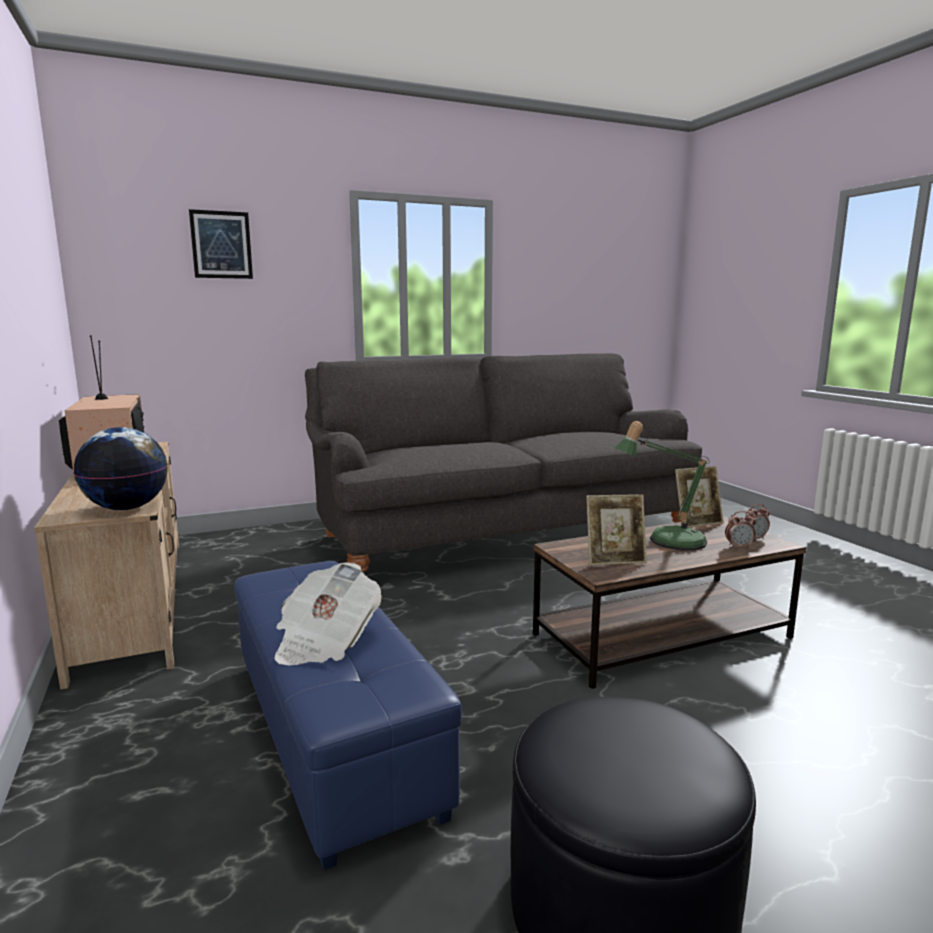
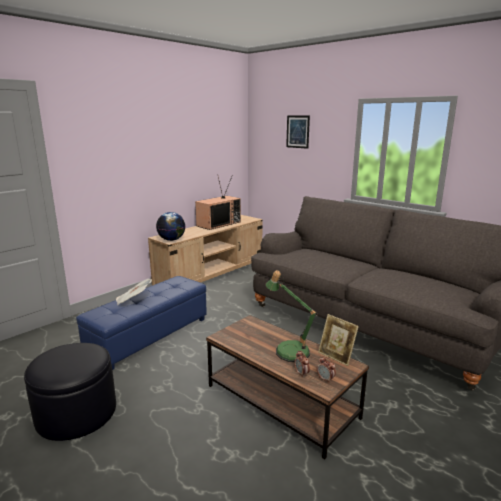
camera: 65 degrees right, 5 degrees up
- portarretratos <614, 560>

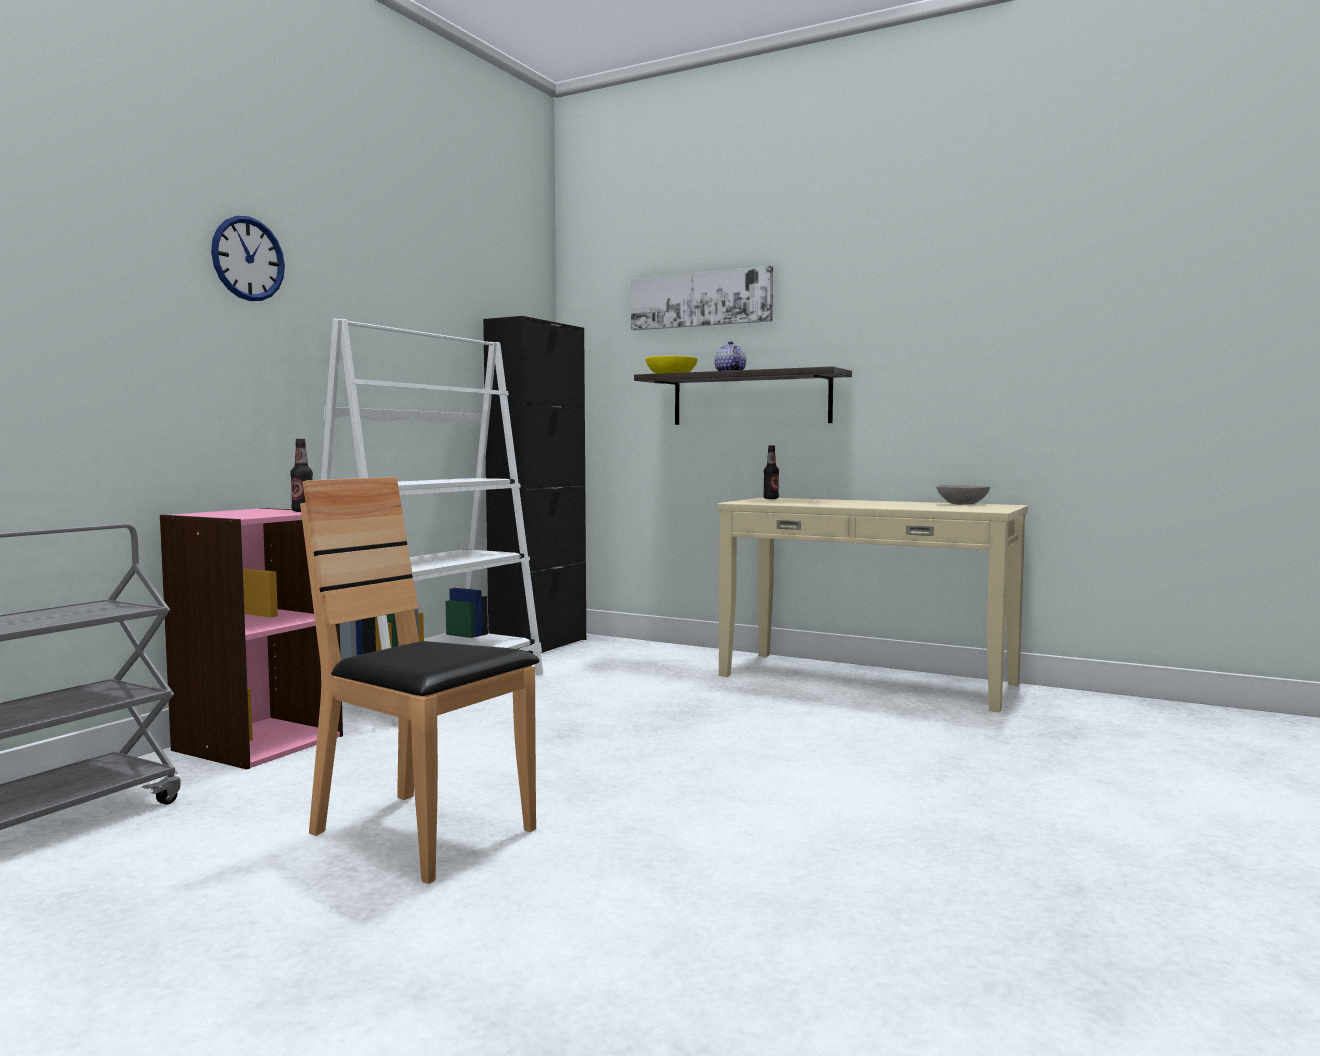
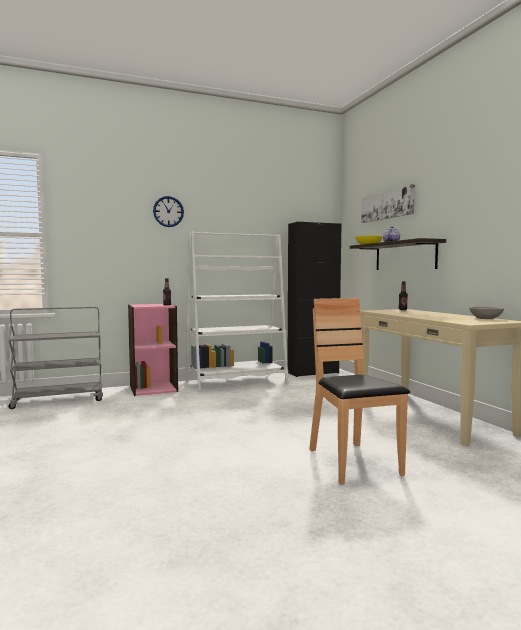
camera: 40 degrees right, 0 degrees up
~ silla/marrón <422, 834> to <352, 462>

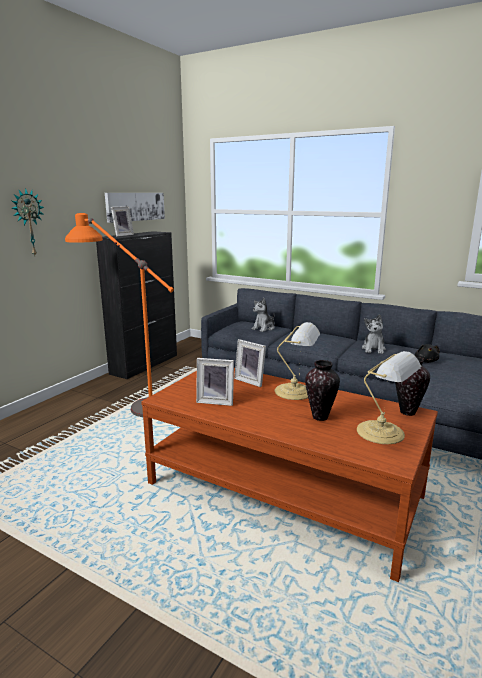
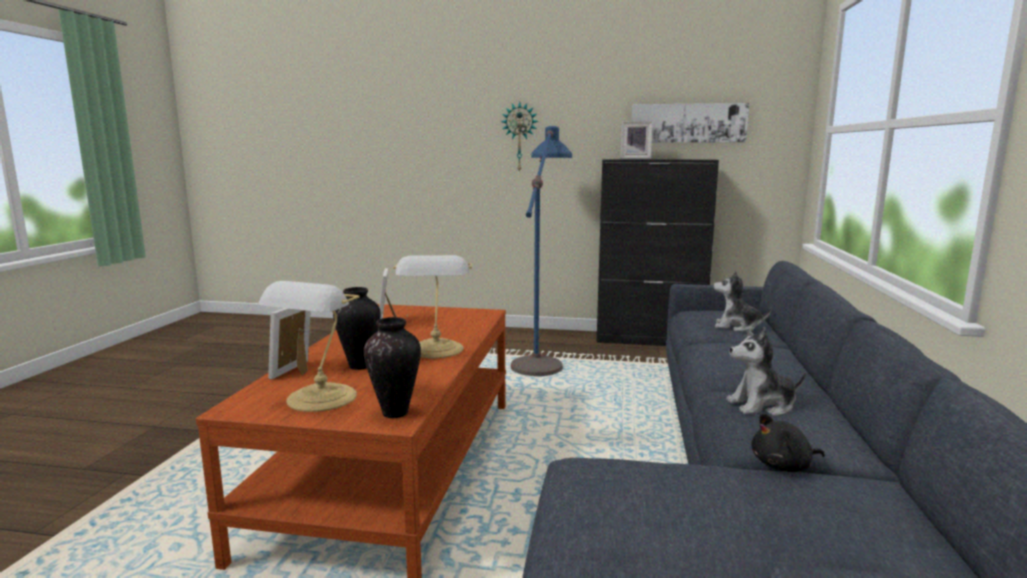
camera: 70 degrees right, 5 degrees down
~ lámpara de pie/naranja <130, 401> to lámpara de pie/azul <542, 355>
~ portarretratos <251, 381> to <297, 371>

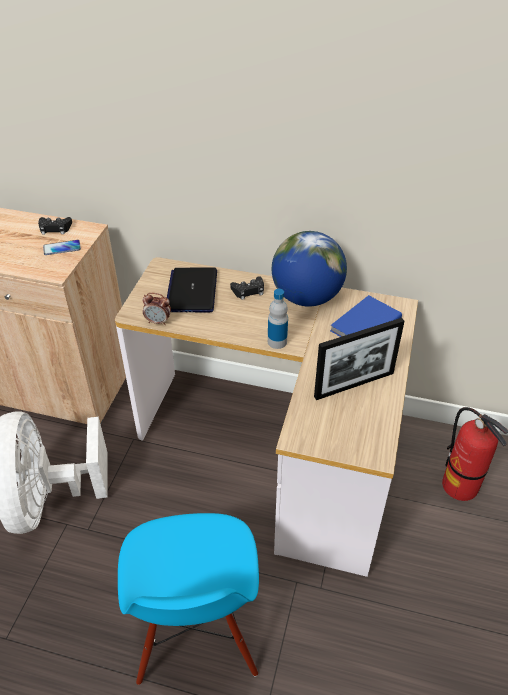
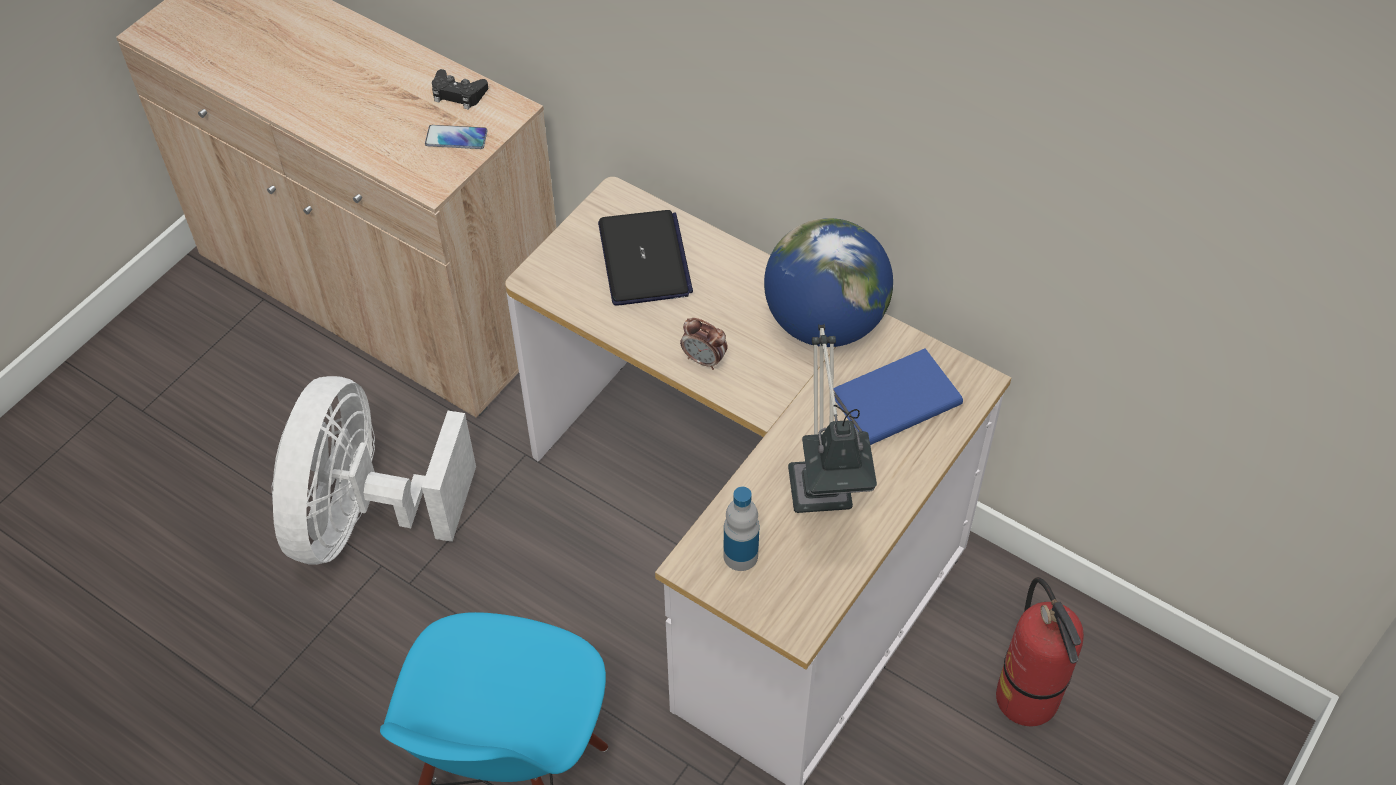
camera: 20 degrees right, 10 degrees up
~ despertador <158, 322> to <704, 360>
~ portátil <192, 291> = <644, 260> 150 degrees clockwise
- mando de consola/negro <248, 291>
~ botella <277, 342> to <740, 555>
~ portarretratos <354, 385> to lámpara de mesa <822, 503>

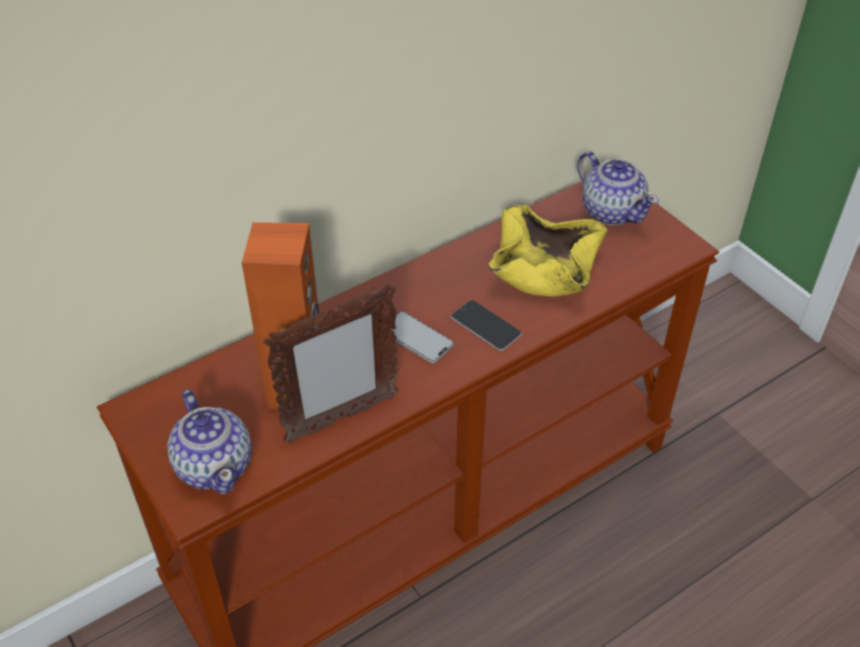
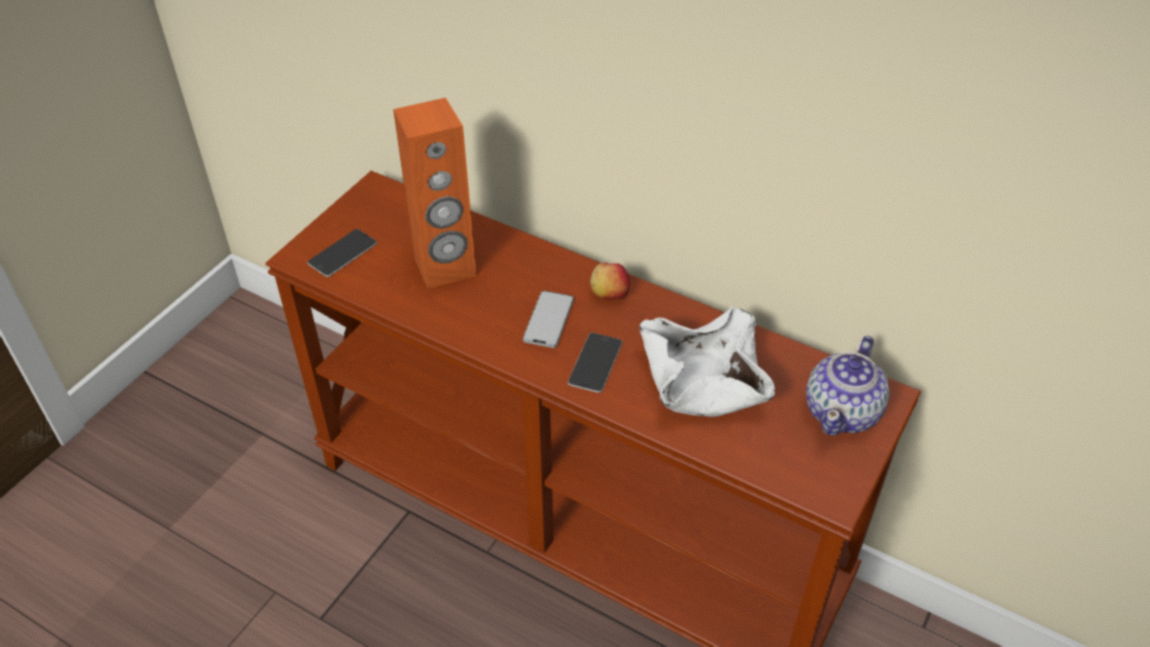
camera: 65 degrees right, 0 degrees up
~ tetera <215, 465> to móvil <342, 253>
- portarretratos <340, 419>
~ cuenco/amarillo <543, 269> to cuenco/blanco <705, 381>
+ manzana <609, 293>

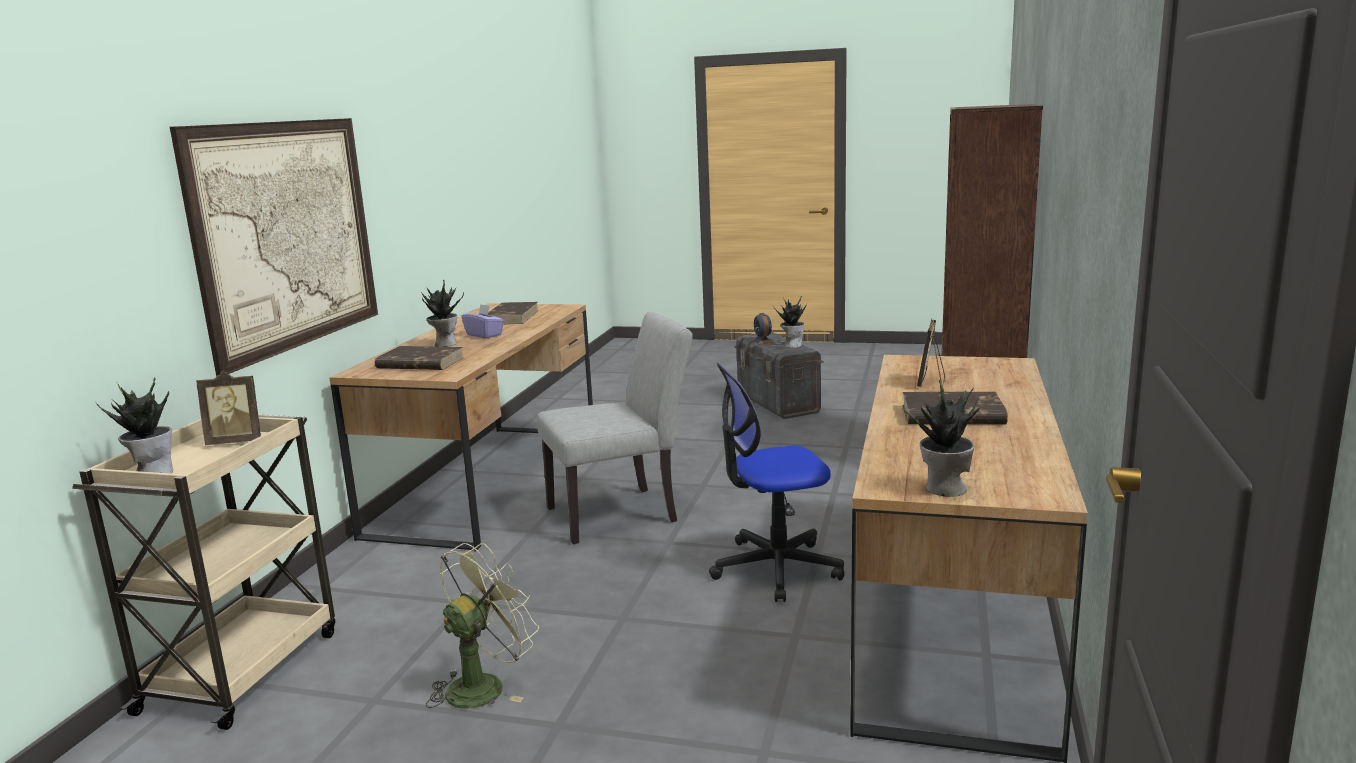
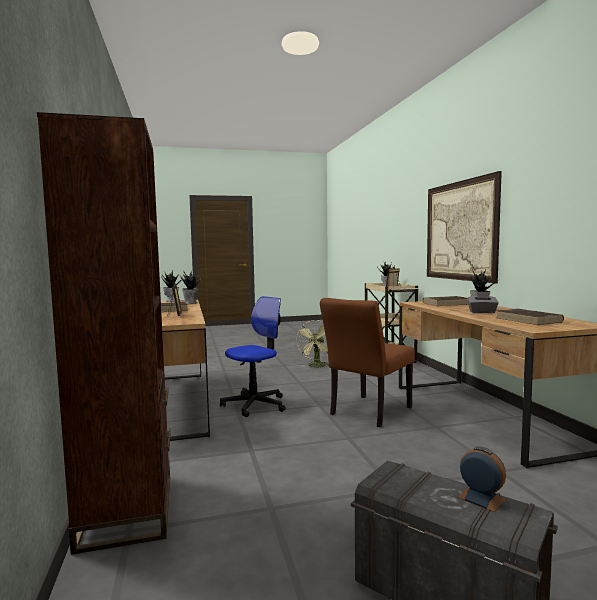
camera: 150 degrees right, 10 degrees down
~ caja de pañuelos/morado <484, 335> to caja de pañuelos/gris <482, 312>
~ silla/gris <622, 513> to silla/marrón <367, 412>
~ planta en maceta <792, 345> to <191, 303>

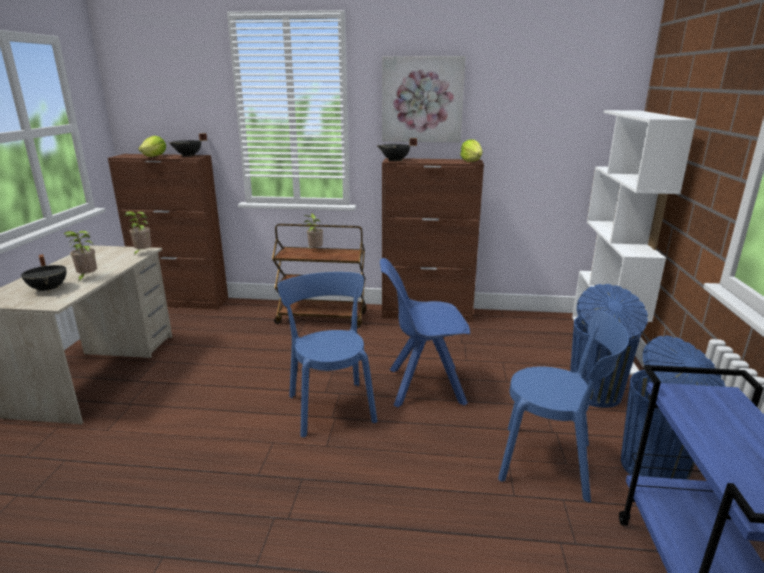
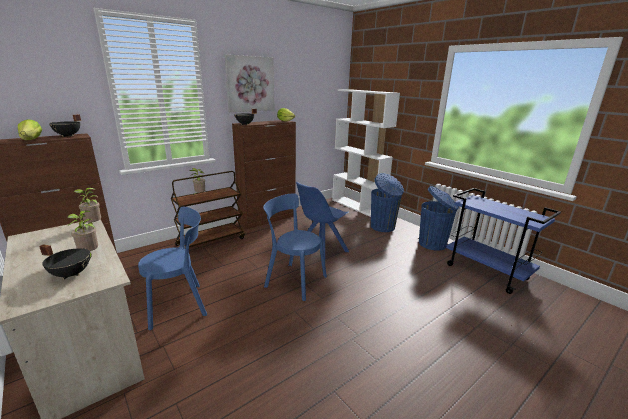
camera: 45 degrees left, 0 degrees up
~ silla/azul <551, 462> to <180, 305>

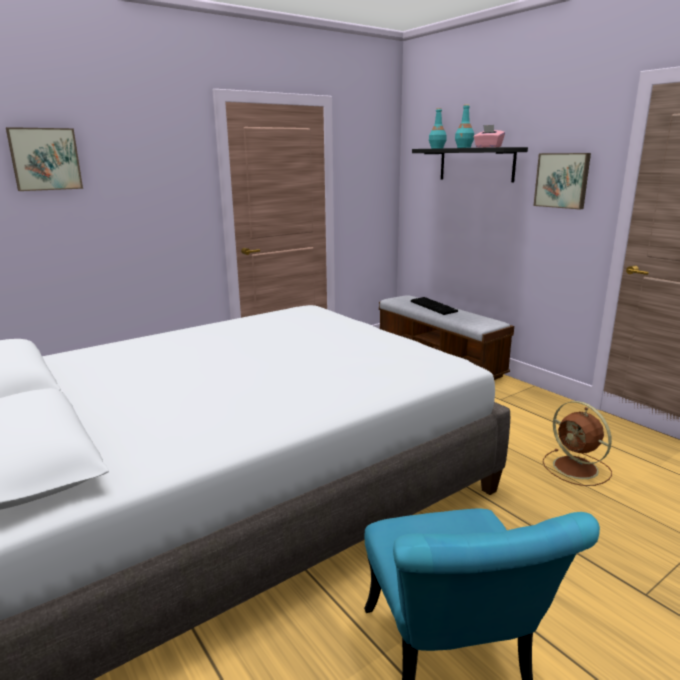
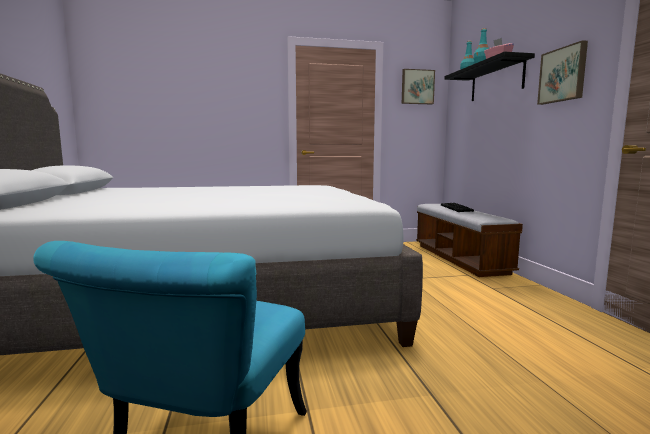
camera: 25 degrees right, 10 degrees down
~ cuadro <45, 159> to <417, 87>
- ventilador/marrón <577, 468>

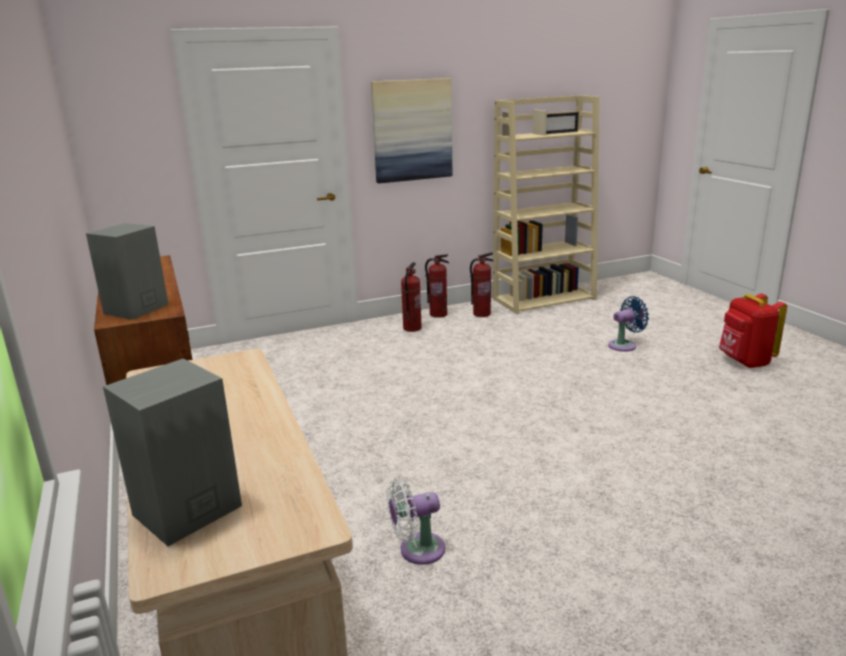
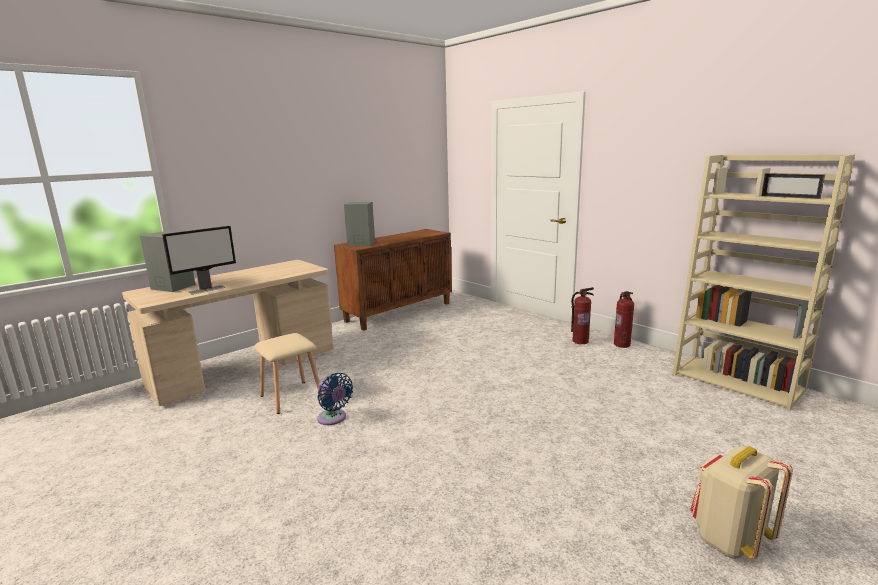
camera: 70 degrees right, 5 degrees down
- cuadro <412, 130>
~ ventilador/blanco <417, 550> to taburete/beis <291, 397>
- extintor <481, 314>
~ ventilador/azul <624, 345> to <333, 419>
~ mochila/rojo <745, 362> to mochila/beis <729, 540>
+ monitor <207, 289>

